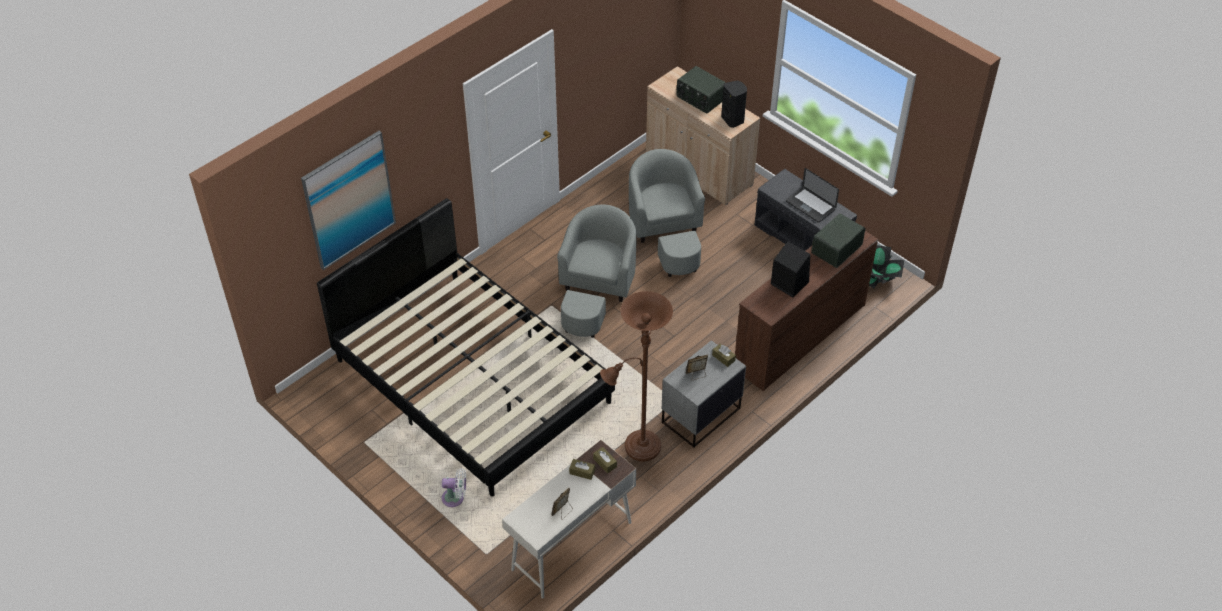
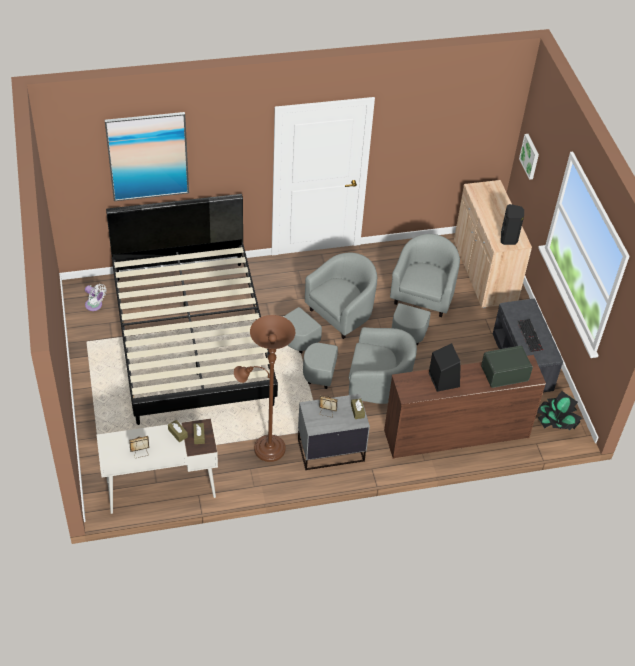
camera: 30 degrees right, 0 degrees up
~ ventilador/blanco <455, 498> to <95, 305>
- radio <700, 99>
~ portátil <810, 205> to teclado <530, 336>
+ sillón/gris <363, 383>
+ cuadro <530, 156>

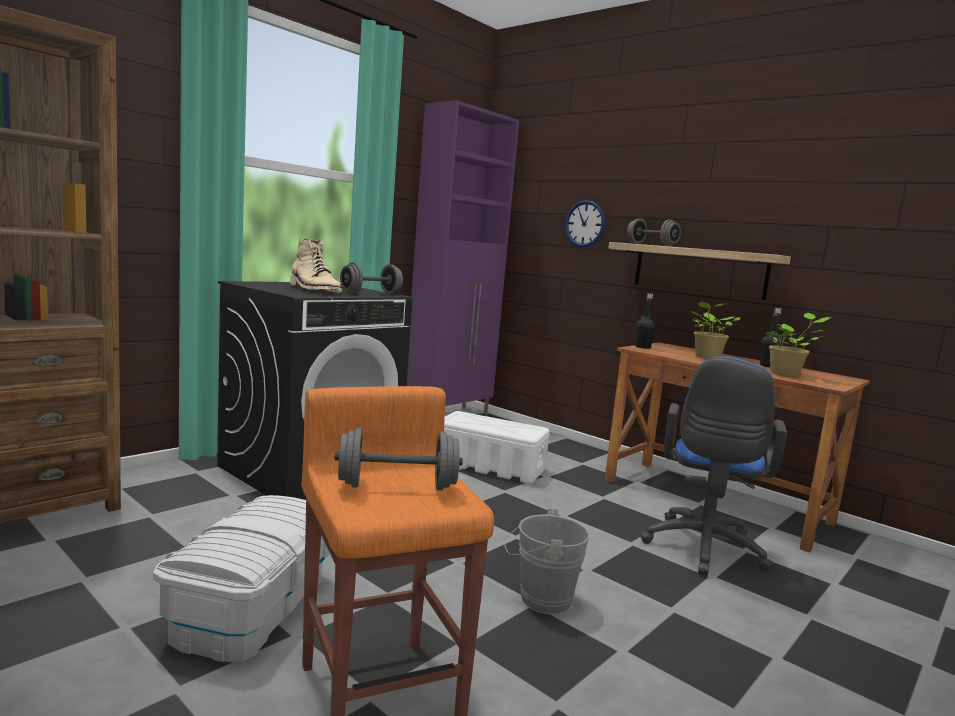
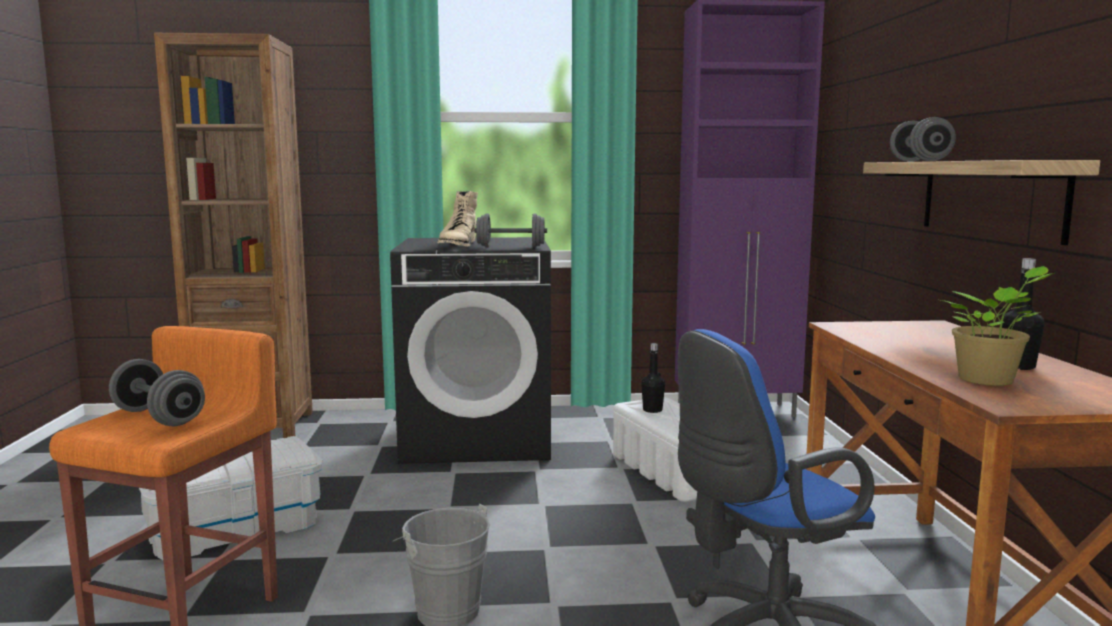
camera: 45 degrees right, 0 degrees up
- reloj de pared <585, 224>
~ botella/negro <642, 347> to <652, 410>
- planta en maceta <706, 357>

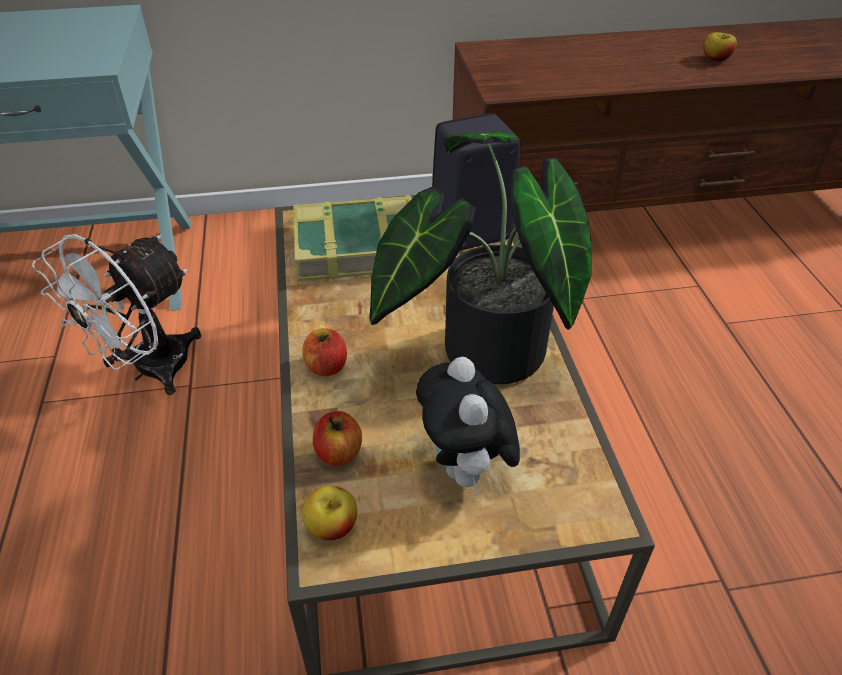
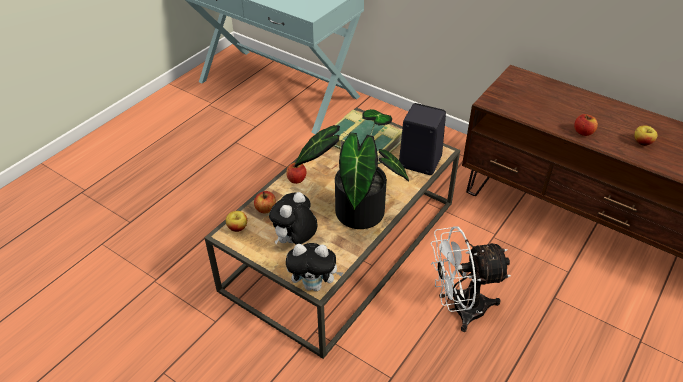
camera: 45 degrees right, 0 degrees up
~ ventilador/blanco <149, 371> to <460, 308>
+ peluche <314, 285>
+ manzana <583, 132>

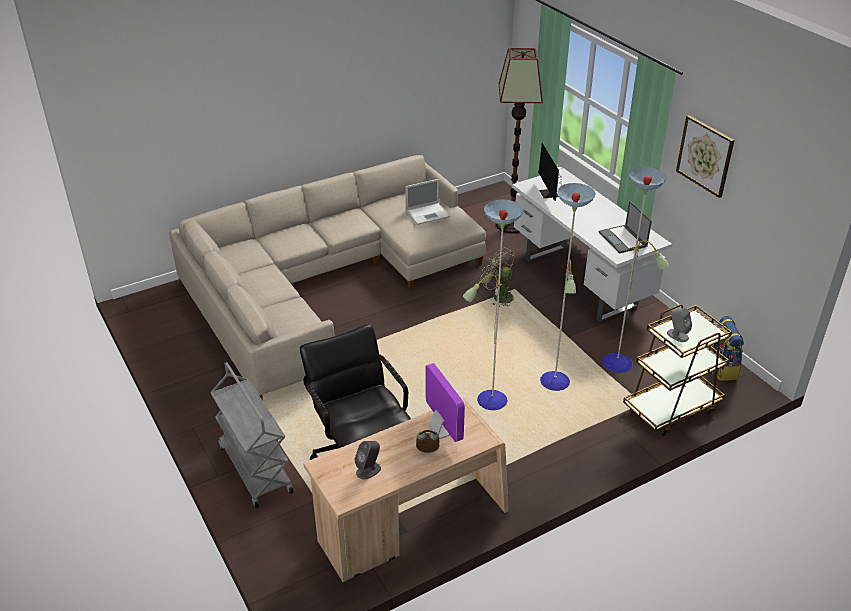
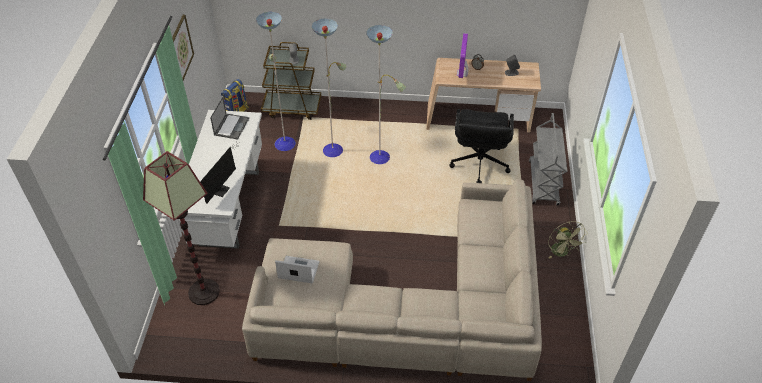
camera: 145 degrees left, 10 degrees up
~ ventilador/verde <499, 296> to <562, 253>

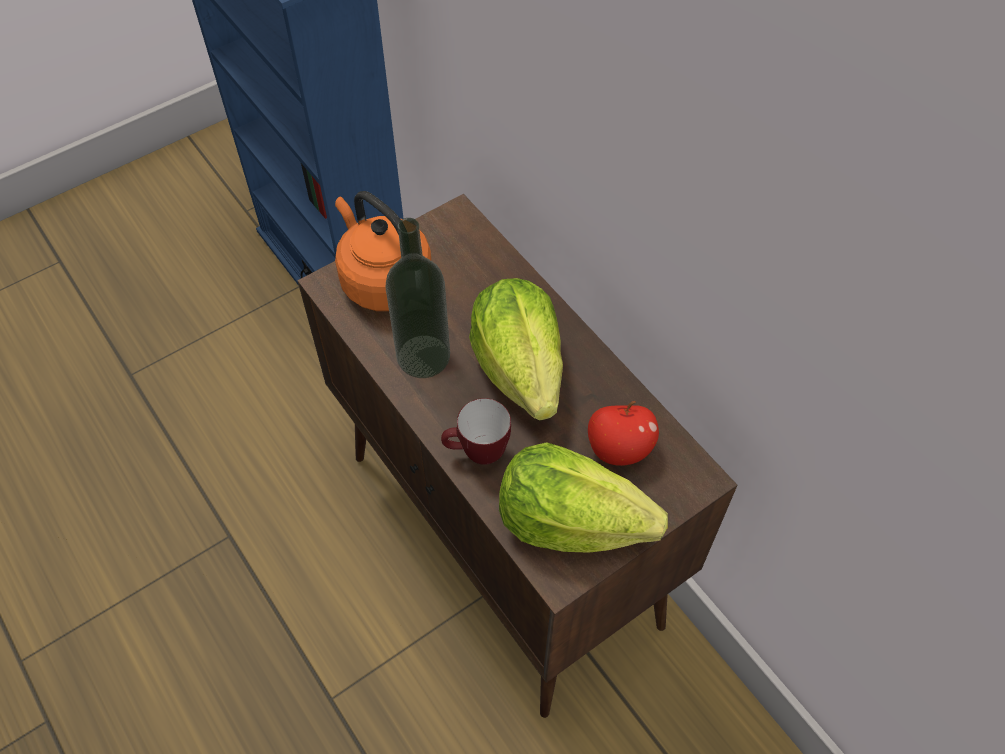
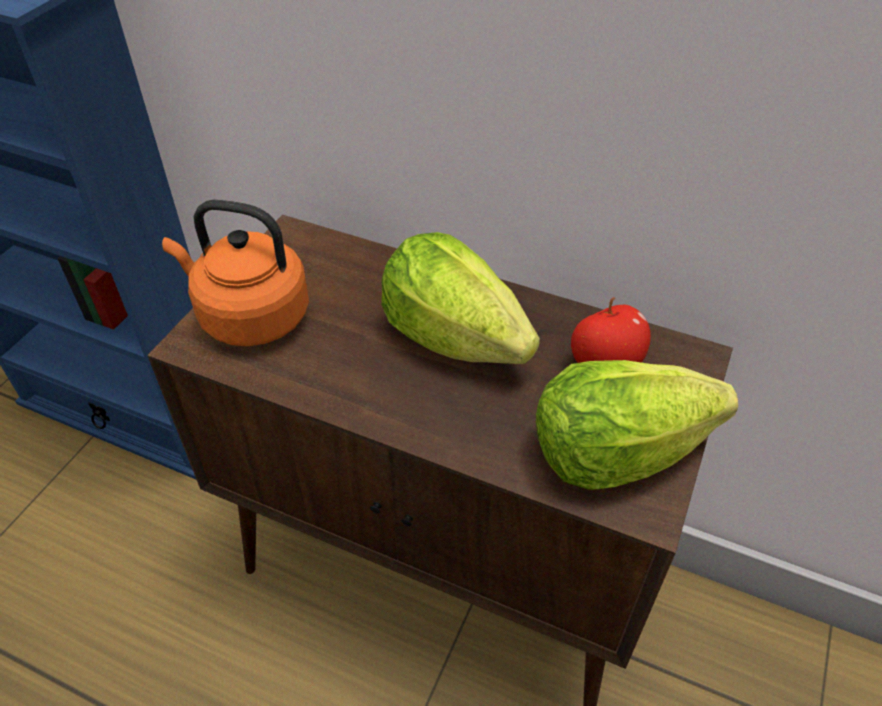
camera: 30 degrees left, 10 degrees down
- botella <423, 356>
- taza grande <477, 454>

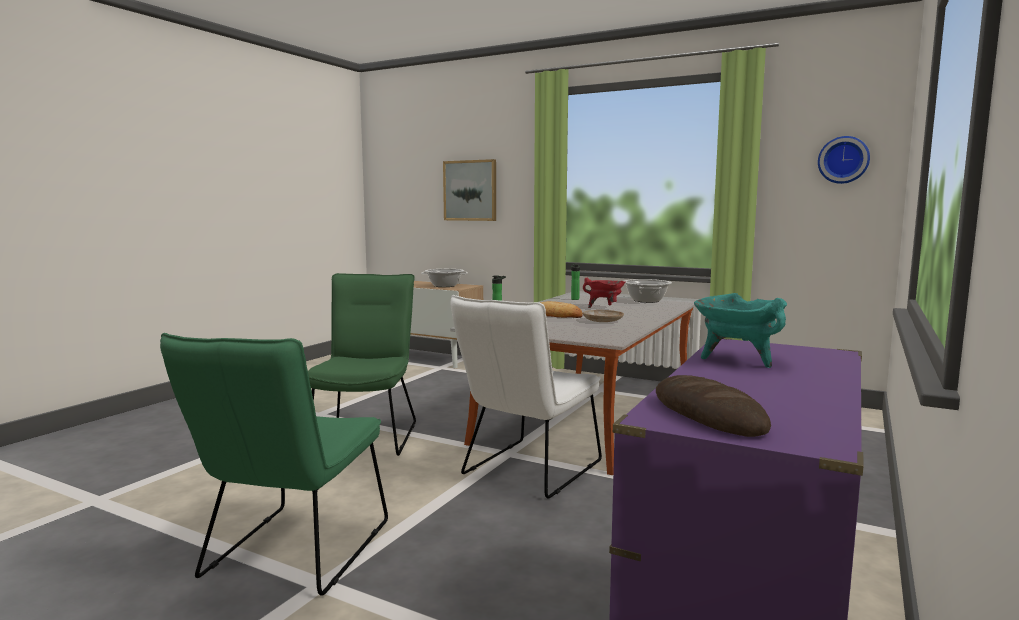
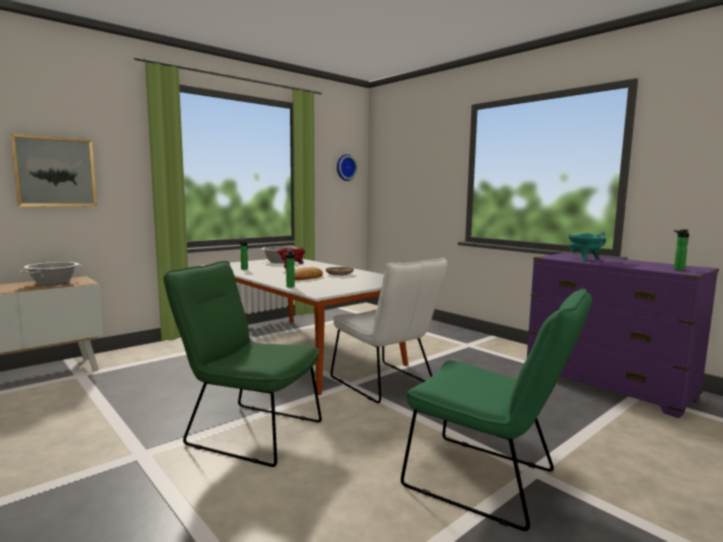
camera: 70 degrees left, 0 degrees up
~ pan <707, 415> to botella <677, 269>

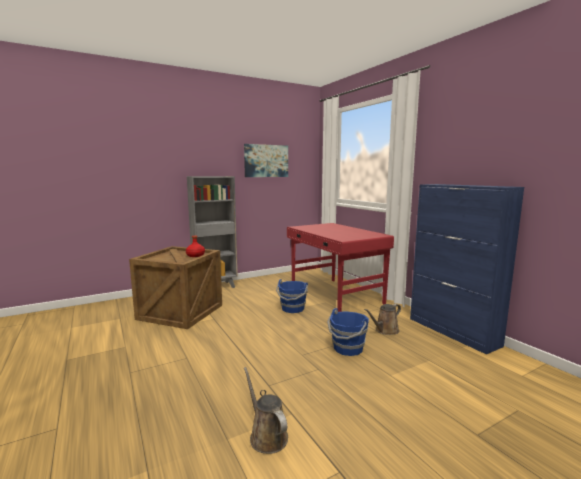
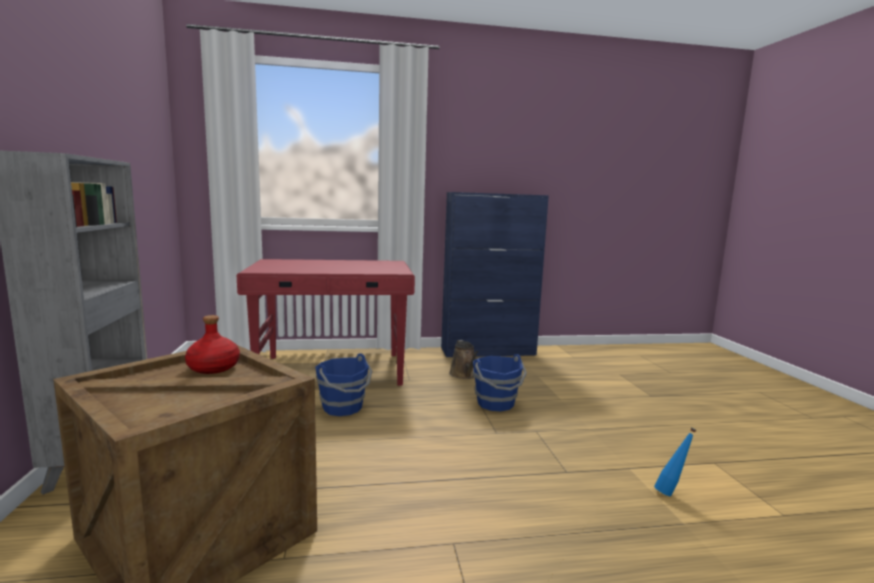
camera: 70 degrees left, 0 degrees up
- cuadro <266, 161>
~ regadera/marrón <266, 435> to botella/azul <671, 492>

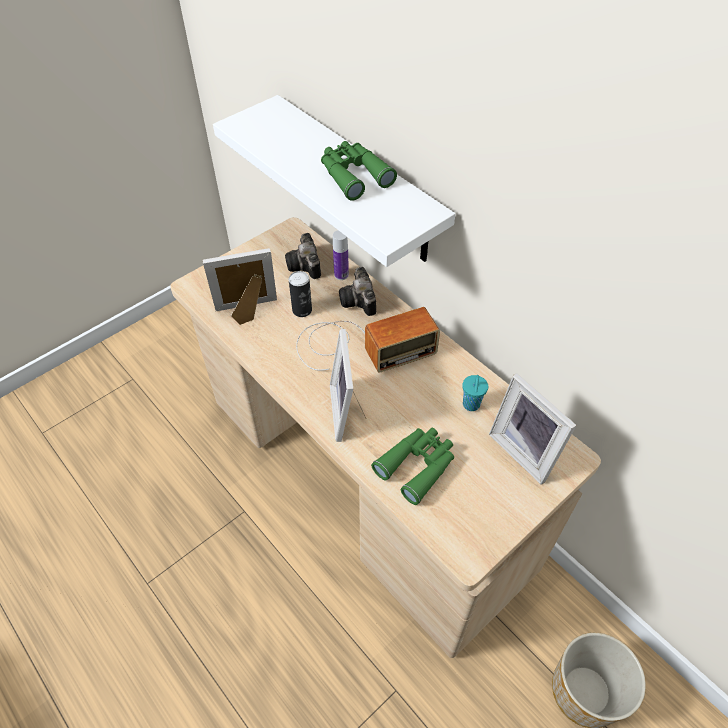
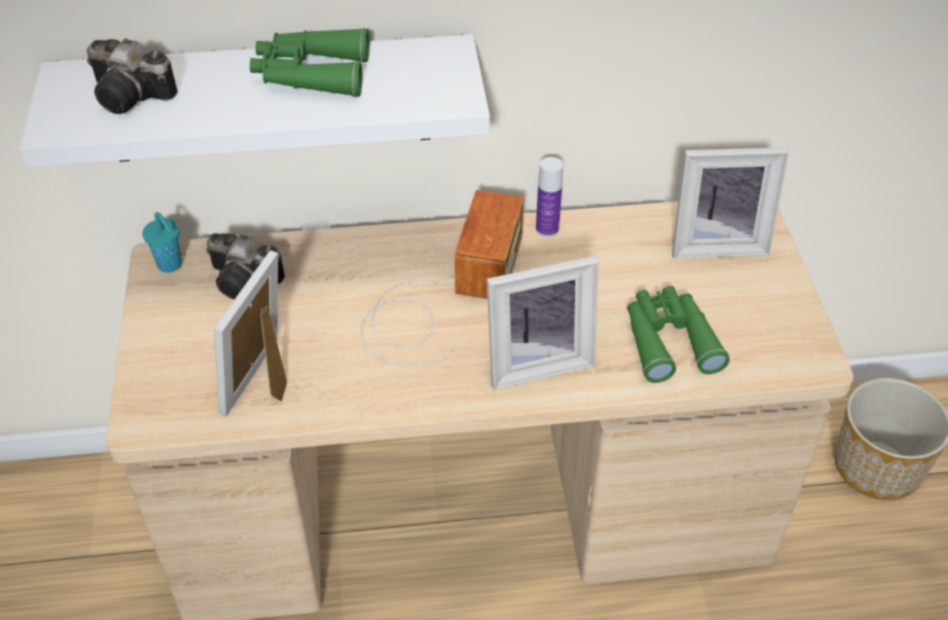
camera: 55 degrees left, 5 degrees down
- lata <302, 310>
~ portarretratos <348, 411> = <537, 361> 45 degrees counterclockwise
~ botella <341, 275> to <547, 229>
~ cámara <359, 302> to <134, 96>
~ taza/turquesa <471, 405> to <171, 265>

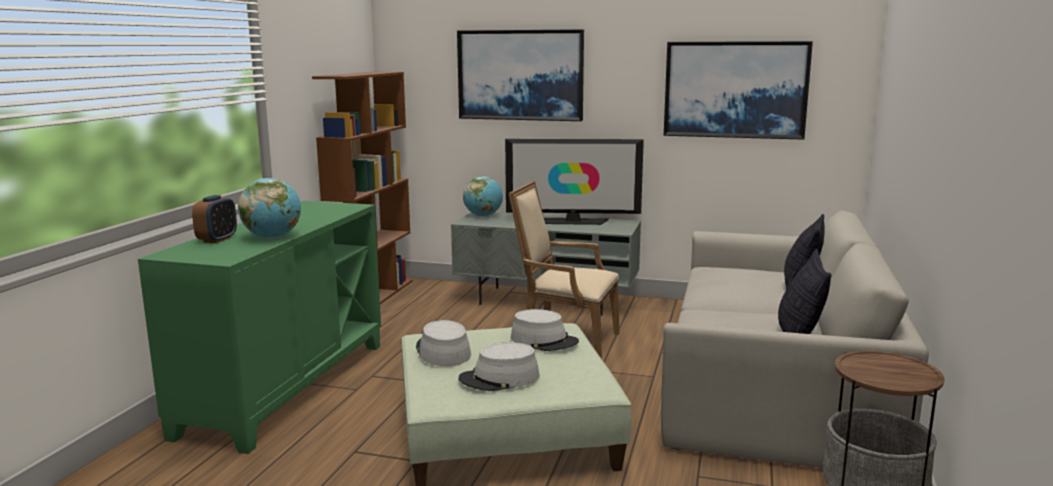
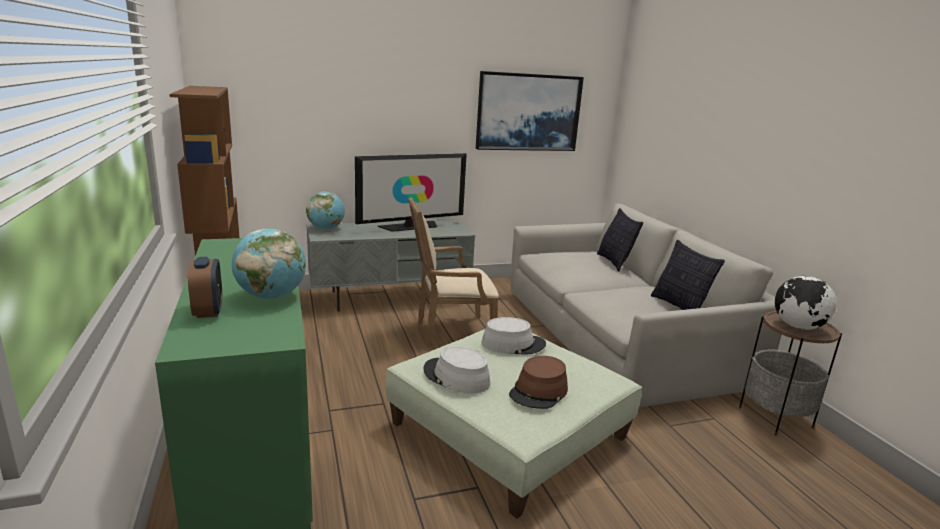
camera: 35 degrees left, 5 degrees up
- cuadro <520, 75>
~ sombrero/gris <499, 378> to sombrero/marrón <539, 392>
+ globo terráqueo <798, 327>

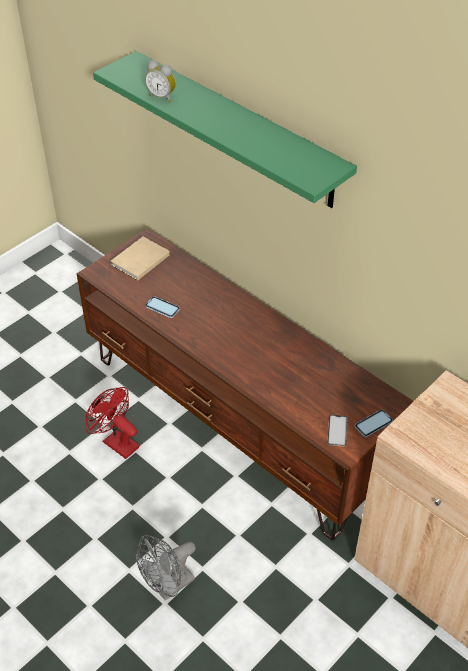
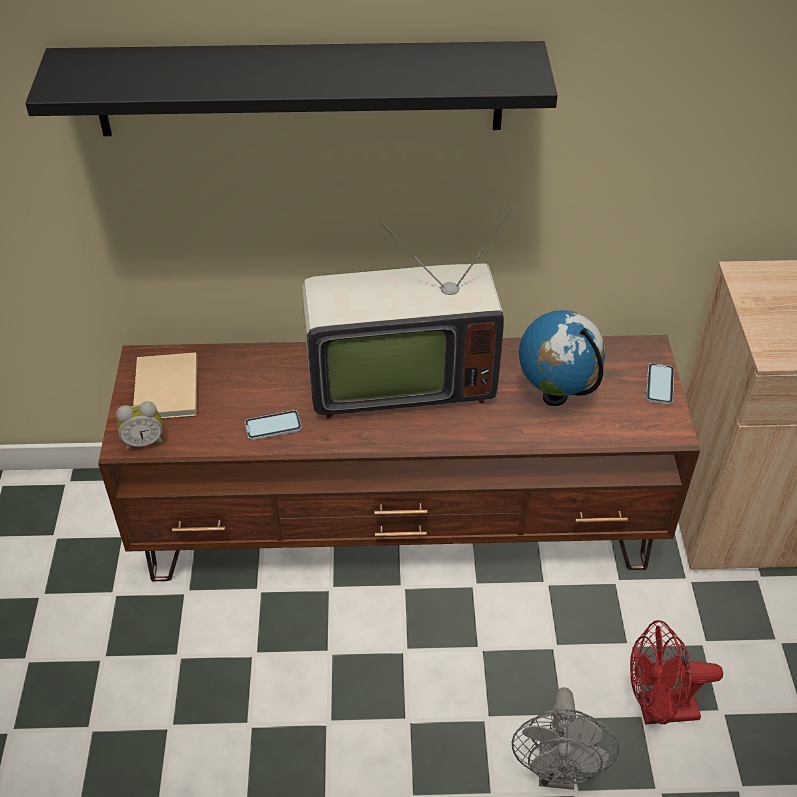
camera: 45 degrees left, 0 degrees up
~ ventilador/rojo <116, 442> to <658, 709>
~ estante/verde <238, 129> to estante/negro <299, 89>
~ despertador <162, 96> to <144, 441>
- móvil <337, 430>
+ televisor <396, 379>
+ globo terráqueo <555, 396>

